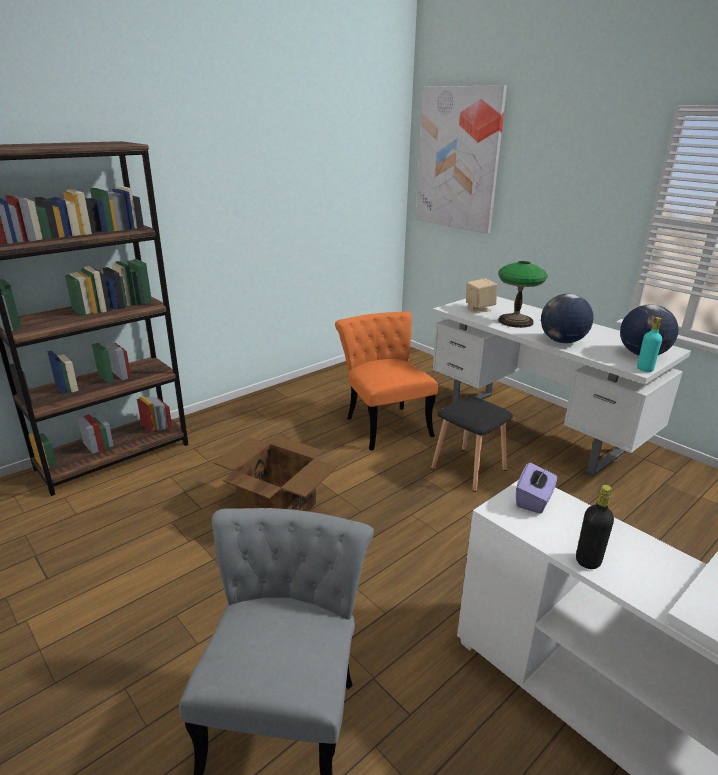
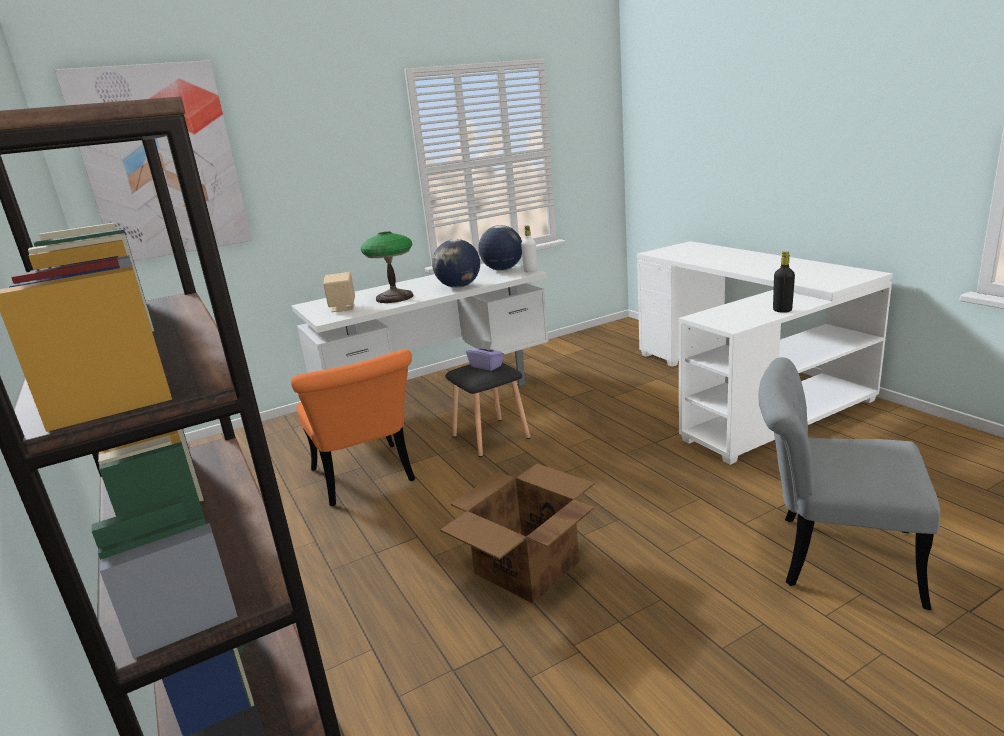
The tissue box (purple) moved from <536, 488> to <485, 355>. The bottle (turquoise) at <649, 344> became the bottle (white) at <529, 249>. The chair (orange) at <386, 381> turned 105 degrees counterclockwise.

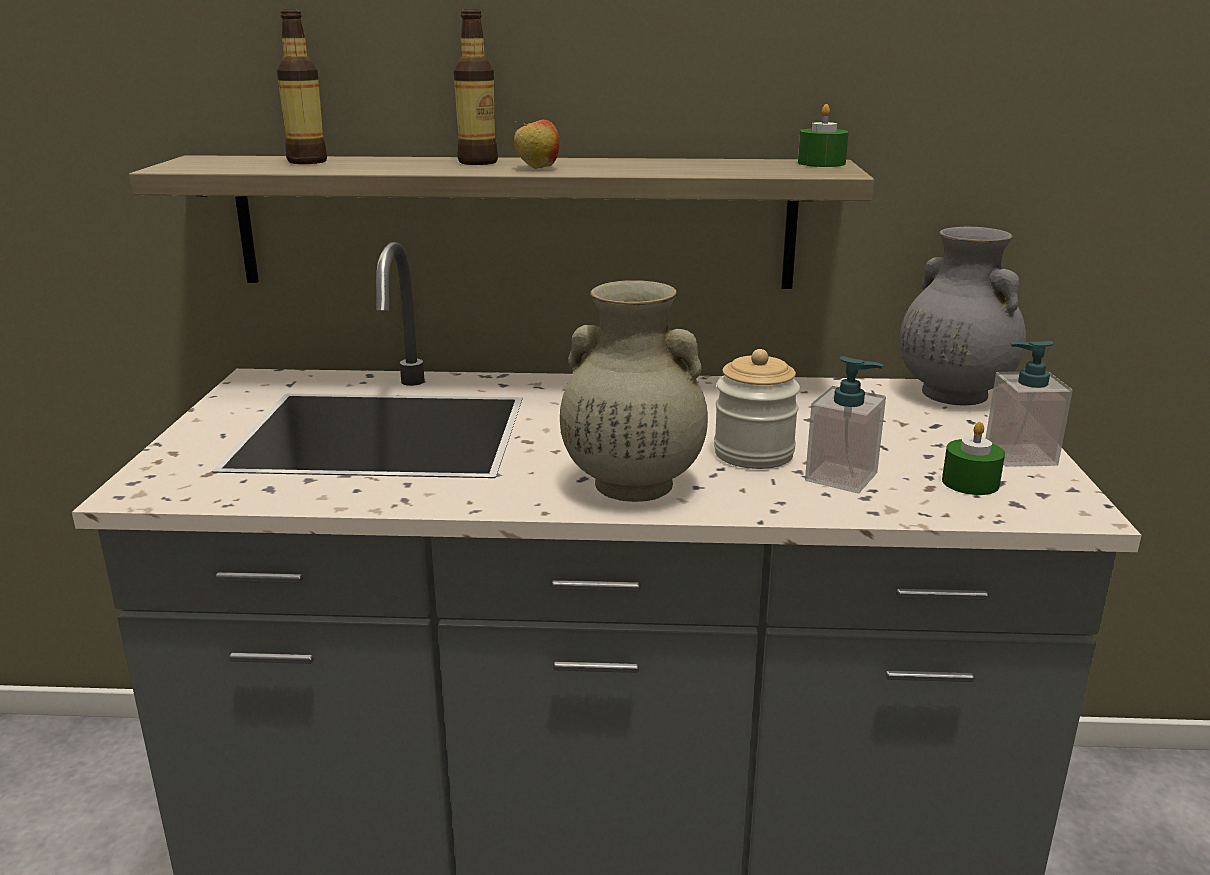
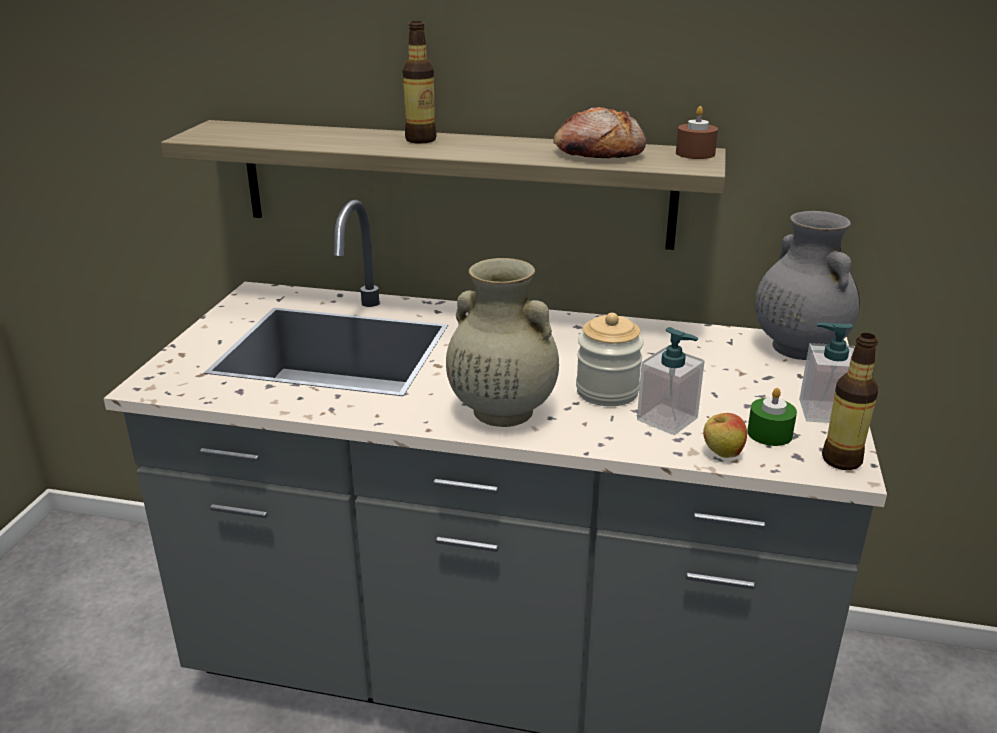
The bread at <599, 132> appeared. The bottle moved from <302, 86> to <850, 401>. The apple moved from <537, 144> to <725, 435>. The candle (green) at <823, 135> became the candle (brown) at <697, 132>.

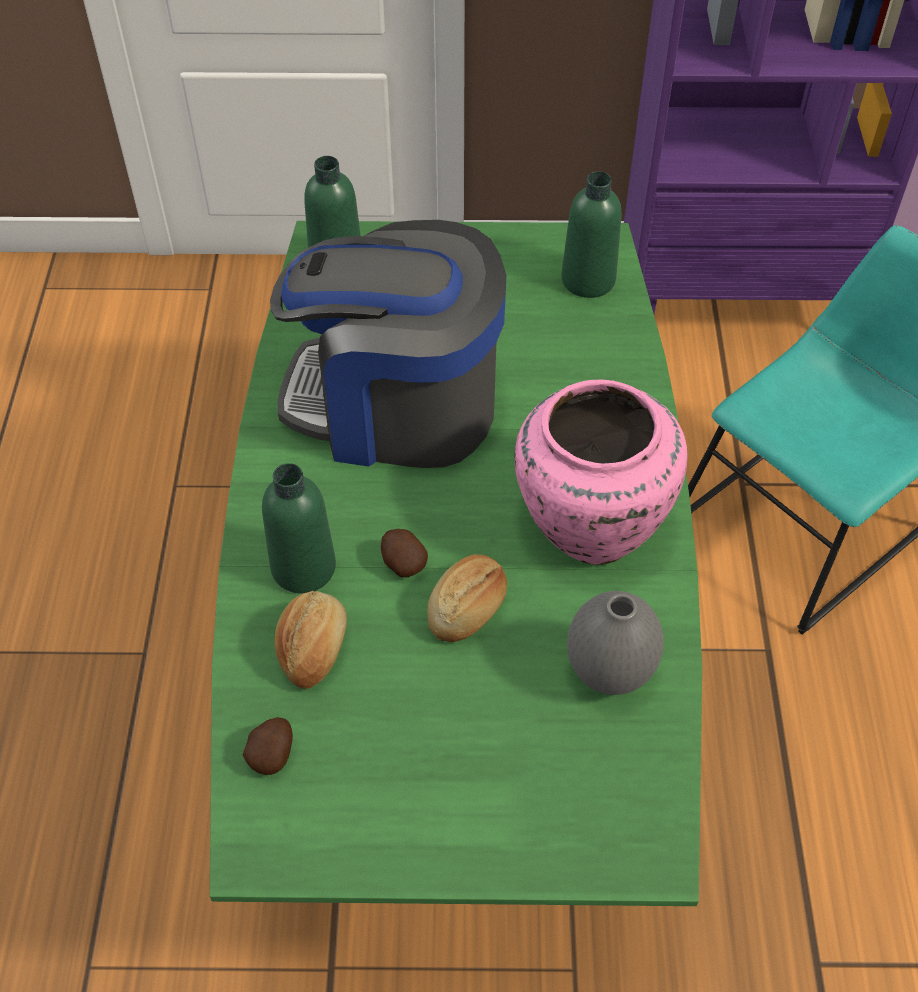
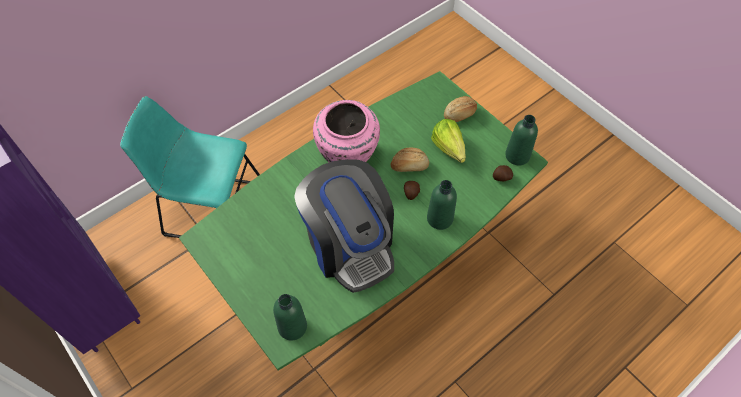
The vase (grey) at <615, 643> disappeared. The lettuce at <448, 141> appeared. The bread moved from <311, 640> to <460, 109>. The bottle (green) moved from <591, 234> to <521, 140>.

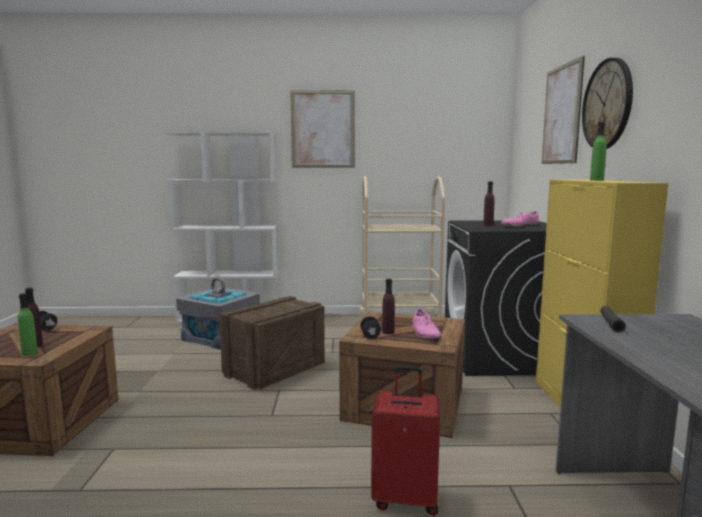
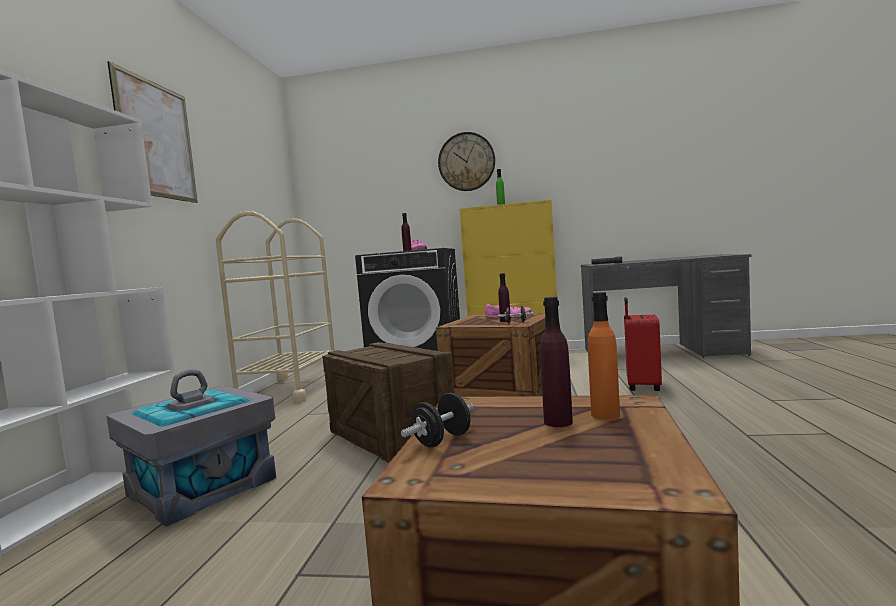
The picture at <563, 110> disappeared. The bottle (green) at <28, 324> became the bottle (orange) at <604, 356>.

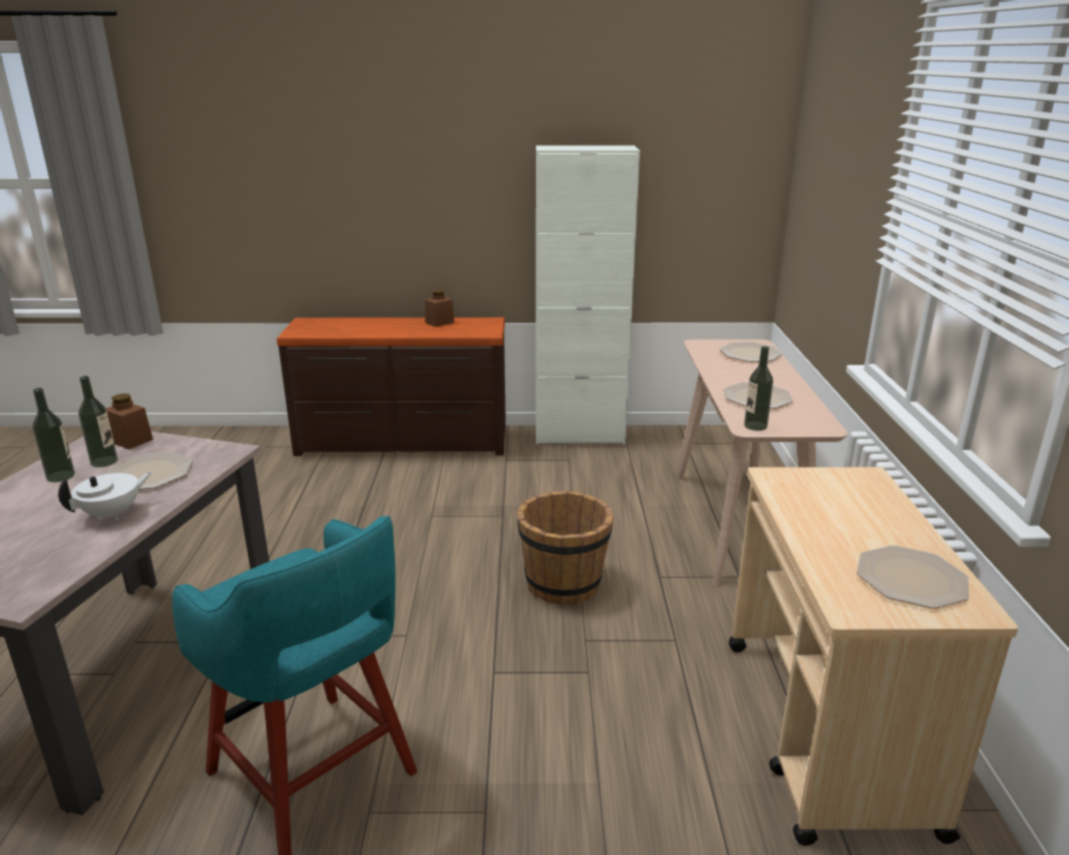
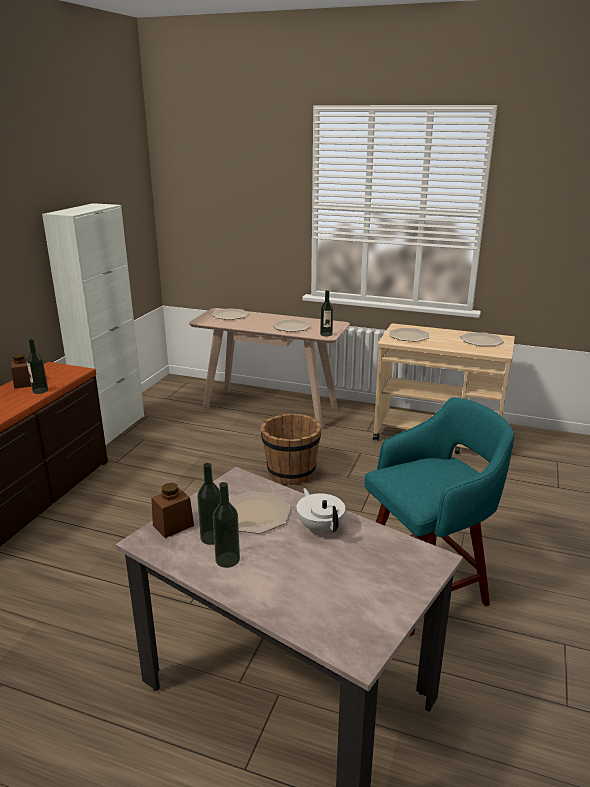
The bottle at <37, 366> appeared. The plate at <409, 335> appeared.

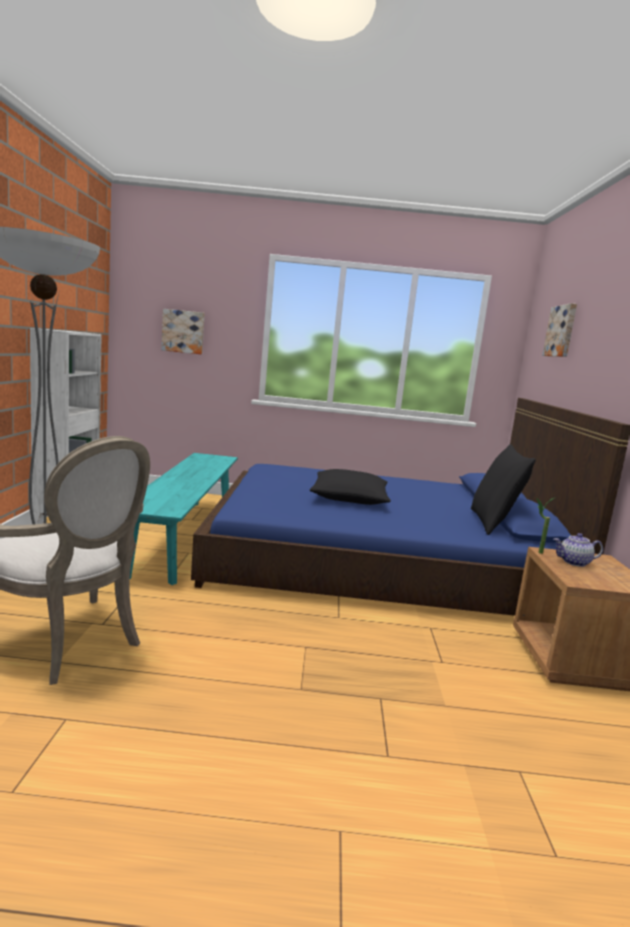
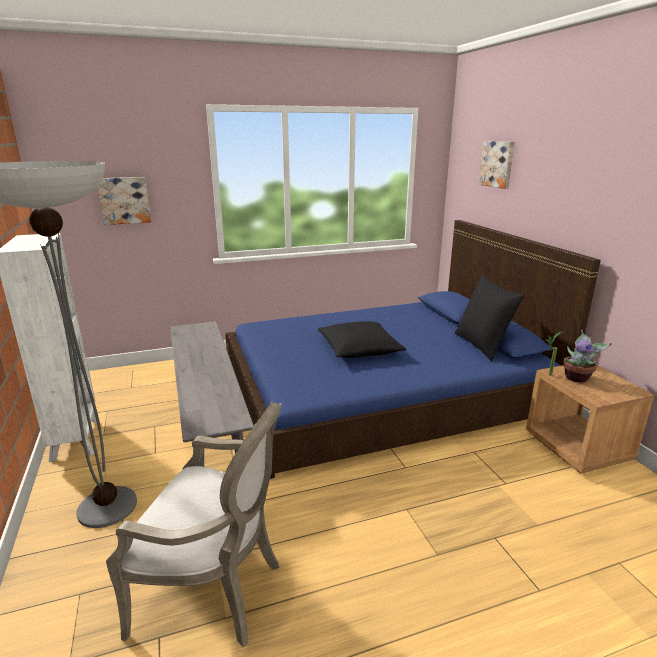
The teapot at <578, 550> was replaced by the potted plant at <587, 356>. The bench (turquoise) at <184, 519> became the bench (grey) at <212, 394>.

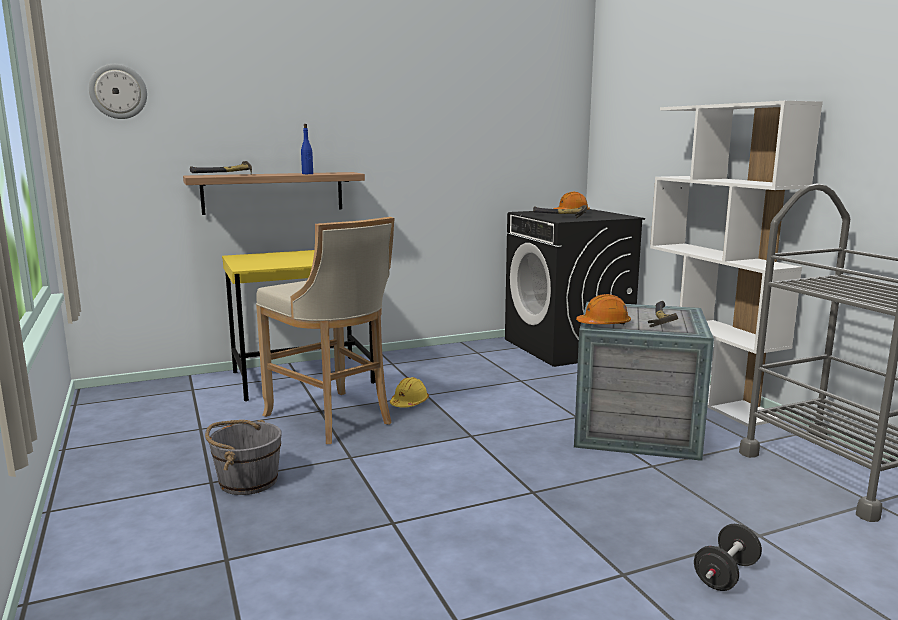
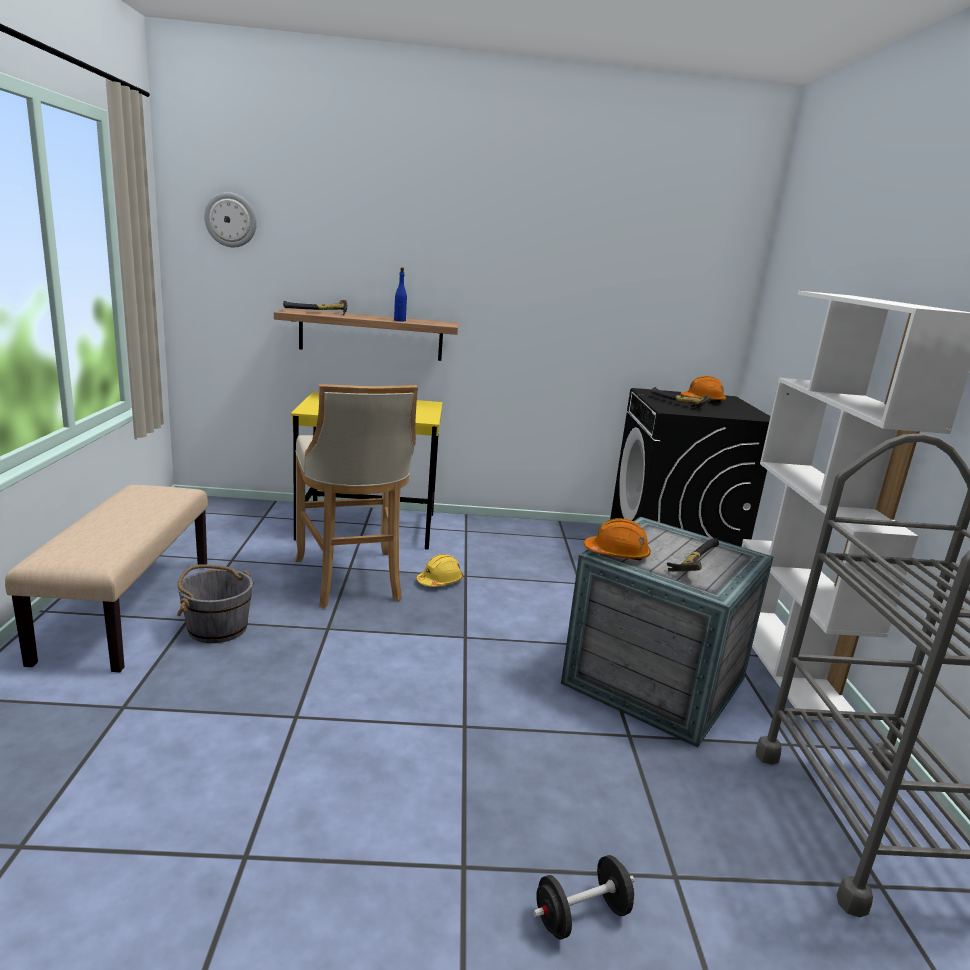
The bench (beige) at <106, 578> appeared.

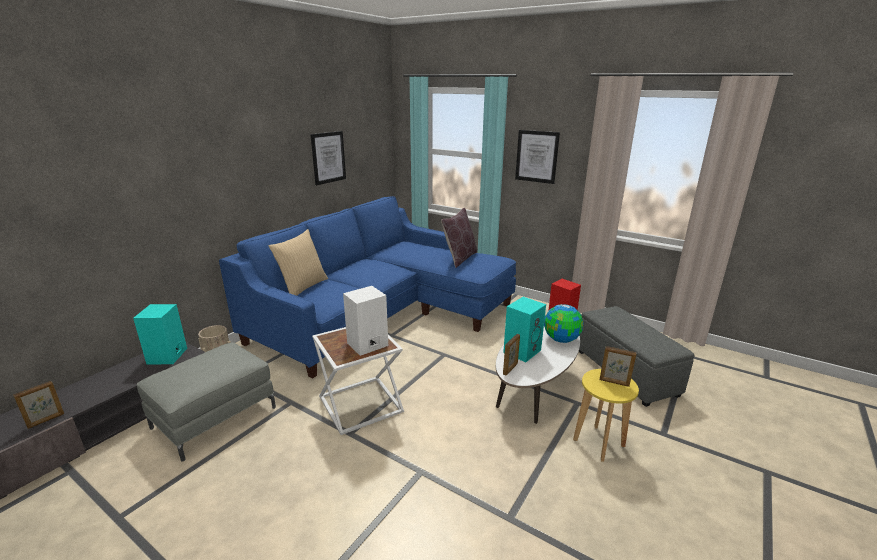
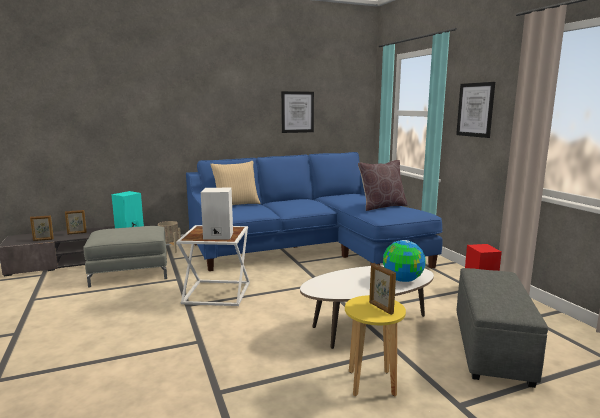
The speaker (turquoise) at <524, 329> disappeared. The picture frame moved from <511, 355> to <76, 222>.

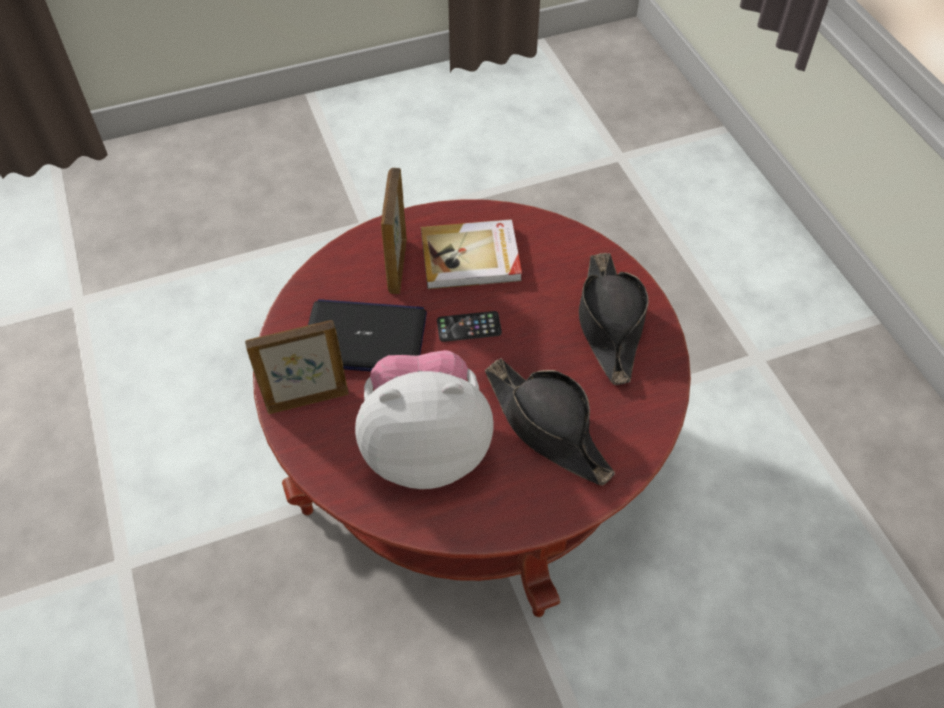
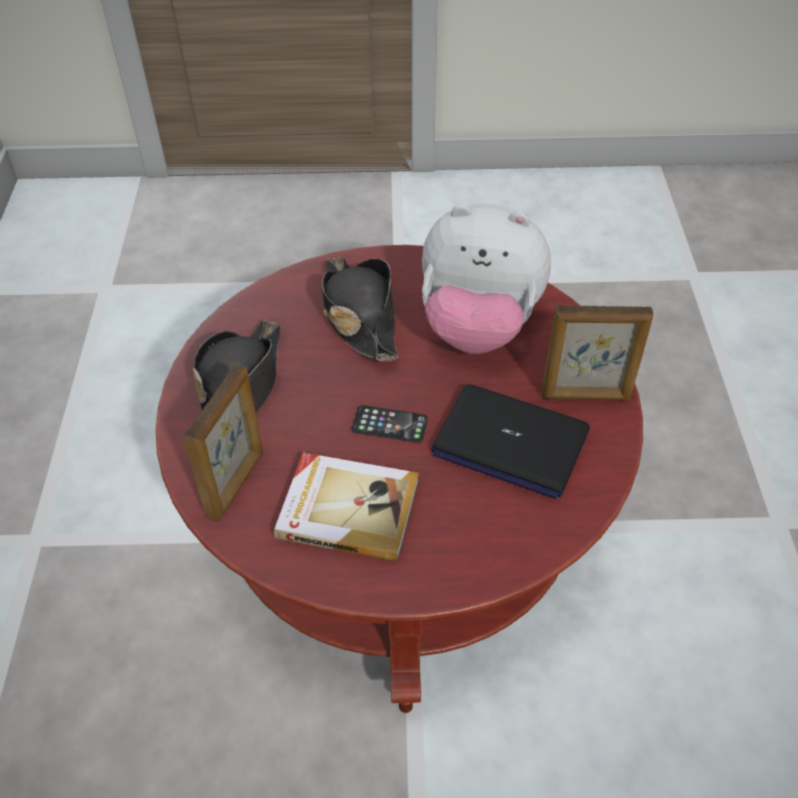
The picture frame moved from <394, 231> to <223, 443>.

